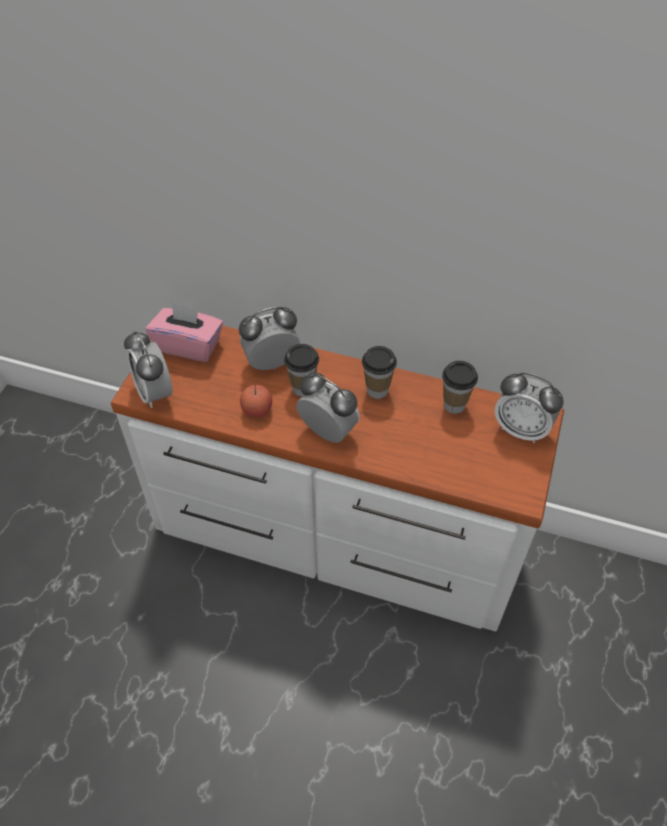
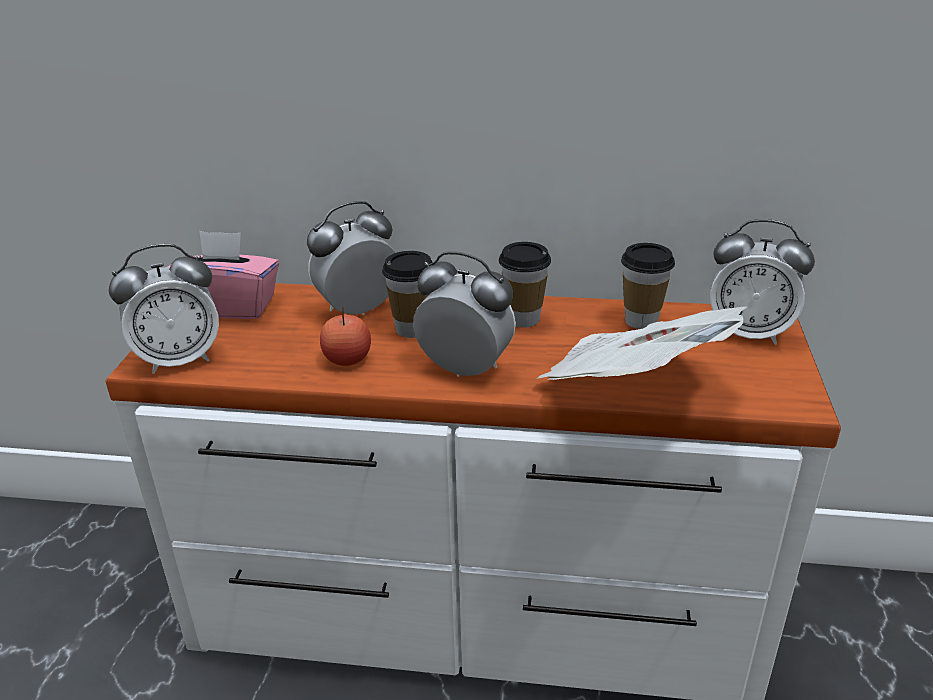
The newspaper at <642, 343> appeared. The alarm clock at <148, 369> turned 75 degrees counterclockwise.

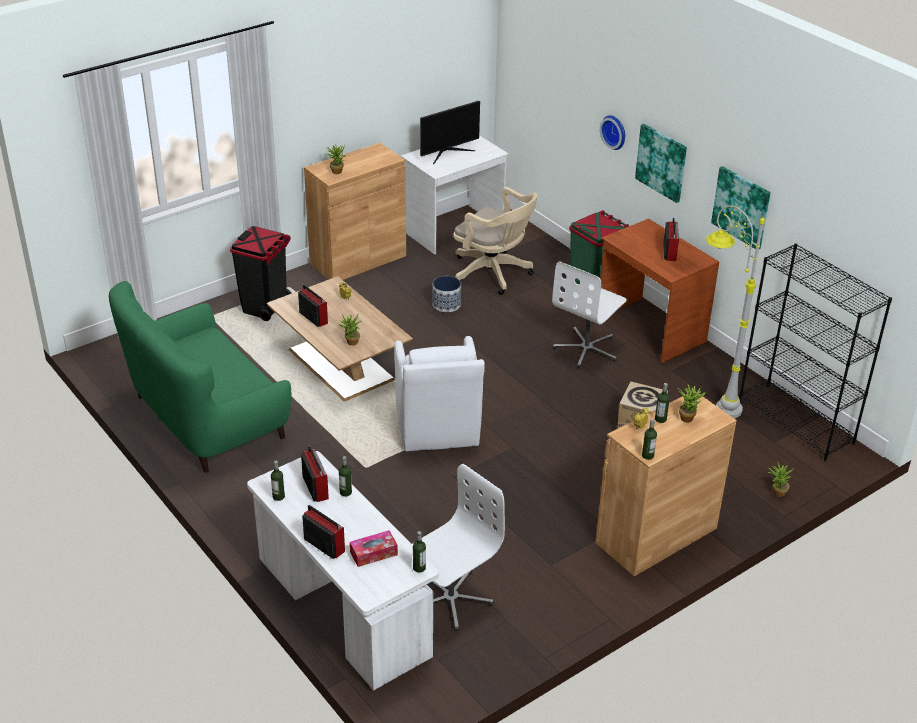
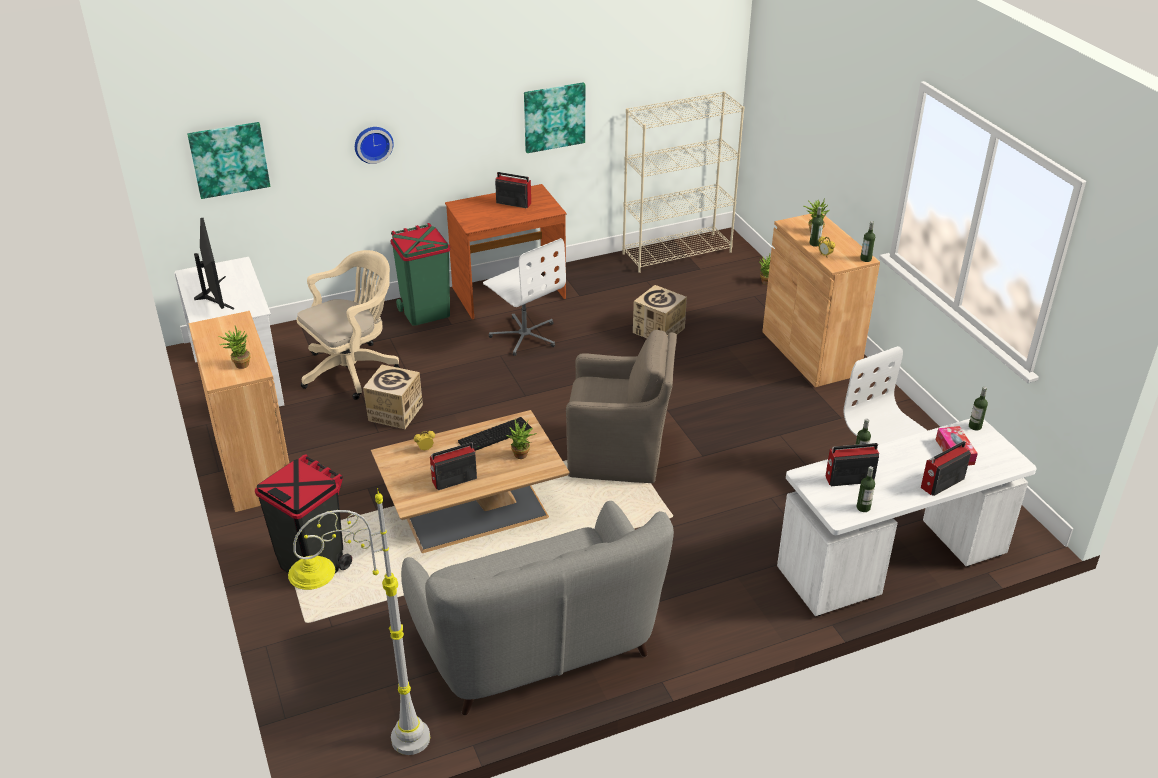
The keyboard at <495, 434> appeared. The picture moved from <661, 163> to <228, 160>. The floor lamp (grey) moved from <735, 311> to <359, 621>. The planter at <446, 294> was replaced by the cardboard box at <393, 397>. The sofa (green) at <200, 377> became the sofa (grey) at <537, 608>. The armchair (white) at <439, 393> became the armchair (brown) at <621, 406>. The bookcase (black) at <815, 352> became the bookcase (beige) at <683, 182>.

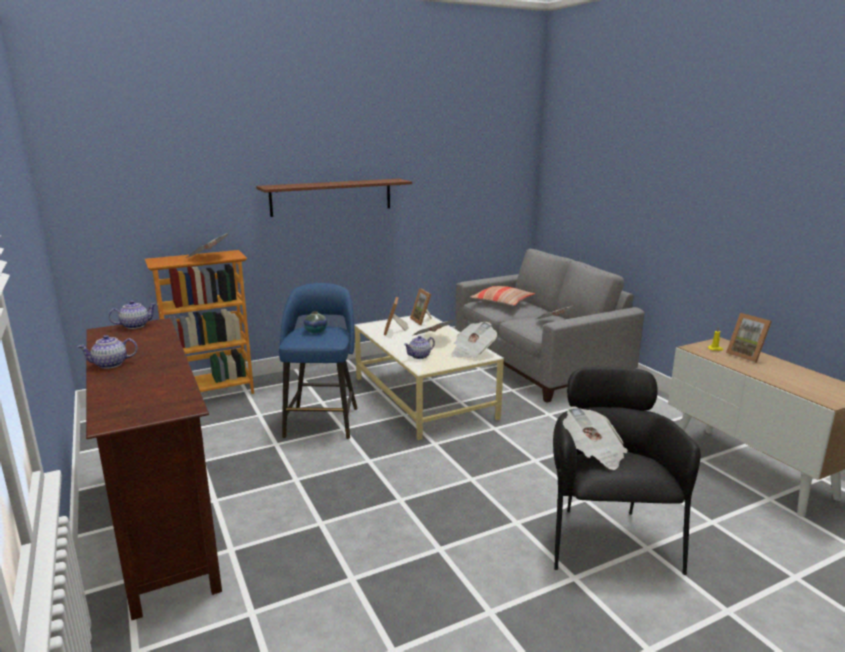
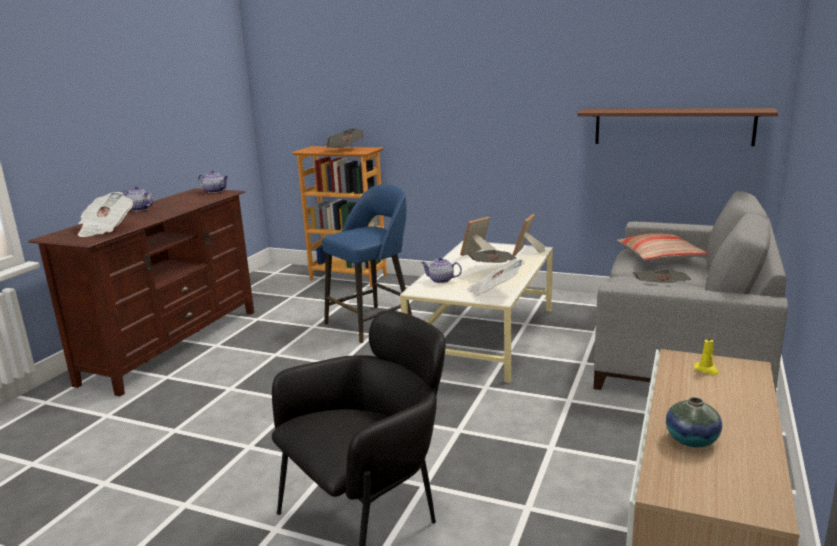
The picture frame at <749, 338> disappeared. The shelf (brown) moved from <334, 198> to <677, 127>. The vase moved from <315, 322> to <694, 422>. The newspaper moved from <595, 438> to <105, 214>.

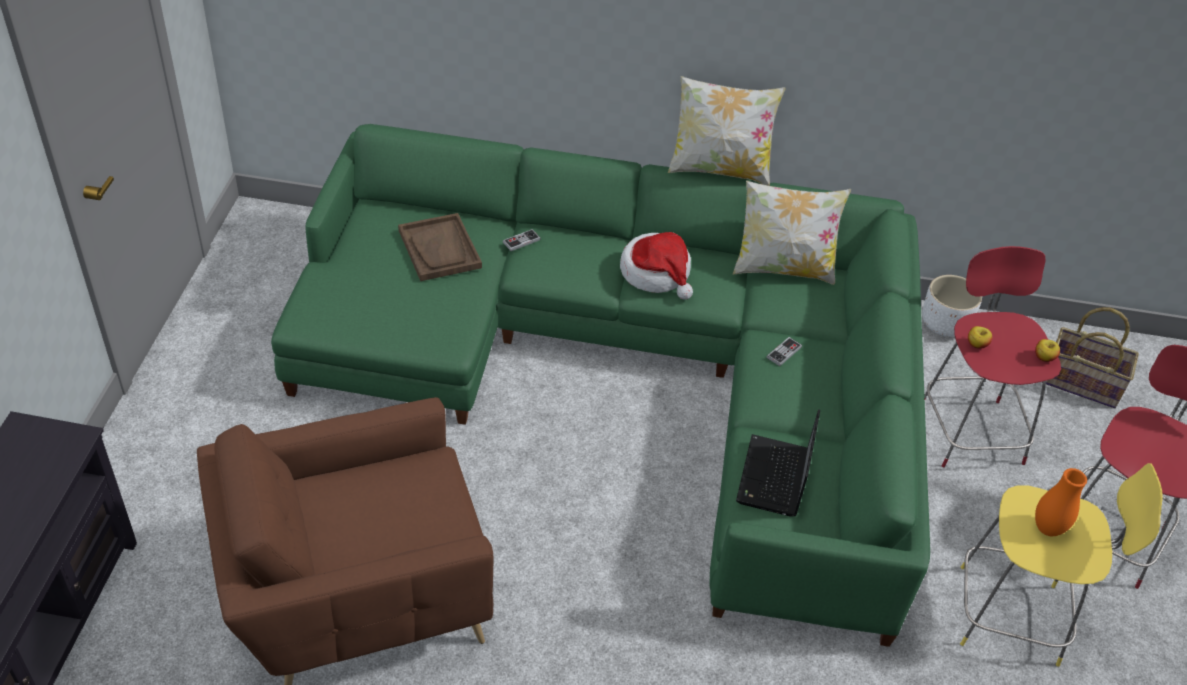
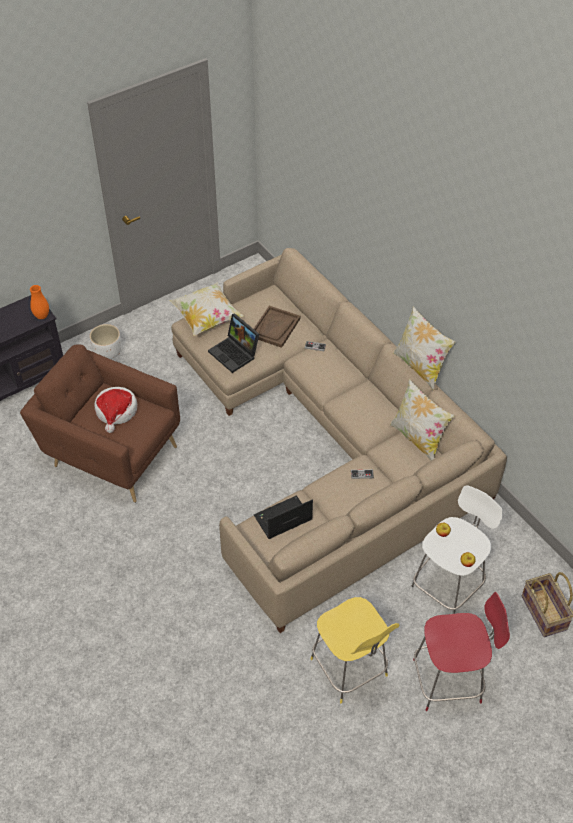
The pillow at <206, 309> appeared. The laptop at <233, 343> appeared. The hat moved from <656, 266> to <116, 410>. The planter (white) moved from <952, 306> to <105, 341>. The vase (orange) moved from <1061, 502> to <39, 302>. The sofa (green) at <600, 385> became the sofa (beige) at <339, 440>. The stool (red) at <992, 356> became the stool (white) at <457, 549>.

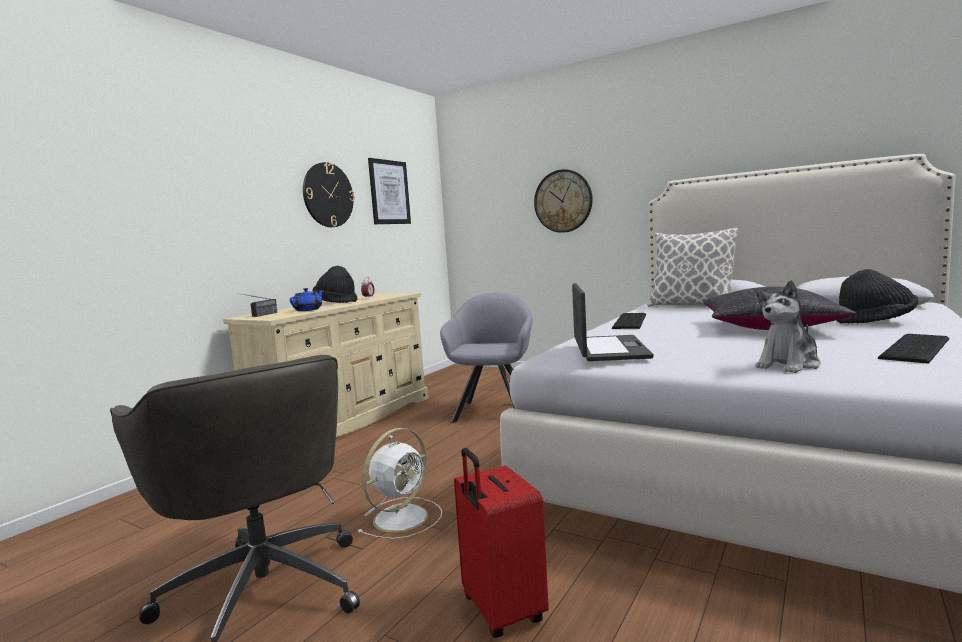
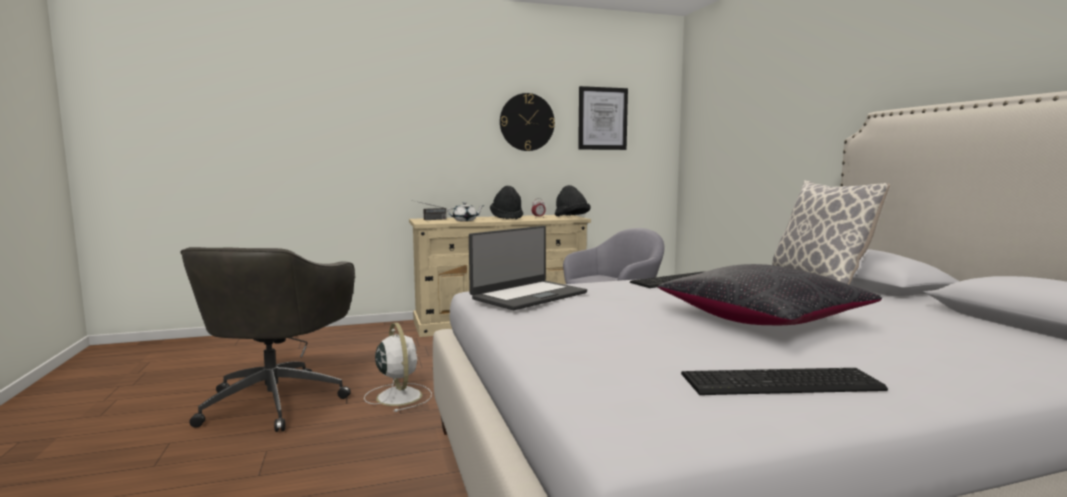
The suitcase (red) at <501, 543> disappeared. The wall clock at <563, 201> disappeared. The plush toy at <788, 326> disappeared. The hat (black) moved from <877, 296> to <573, 200>. The teapot (blue) at <307, 299> became the teapot (white) at <465, 211>. The fan (white) at <399, 483> turned 105 degrees counterclockwise.

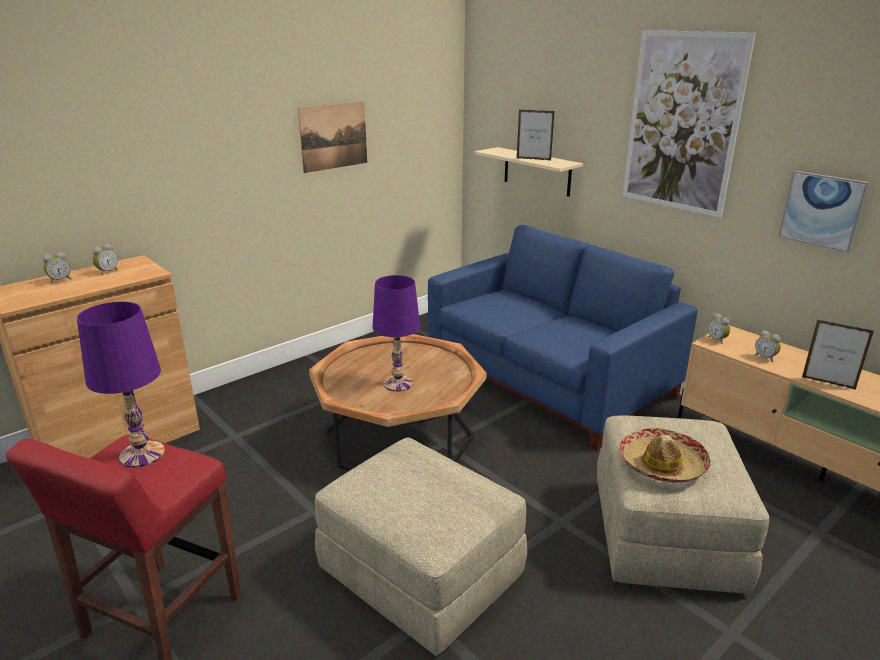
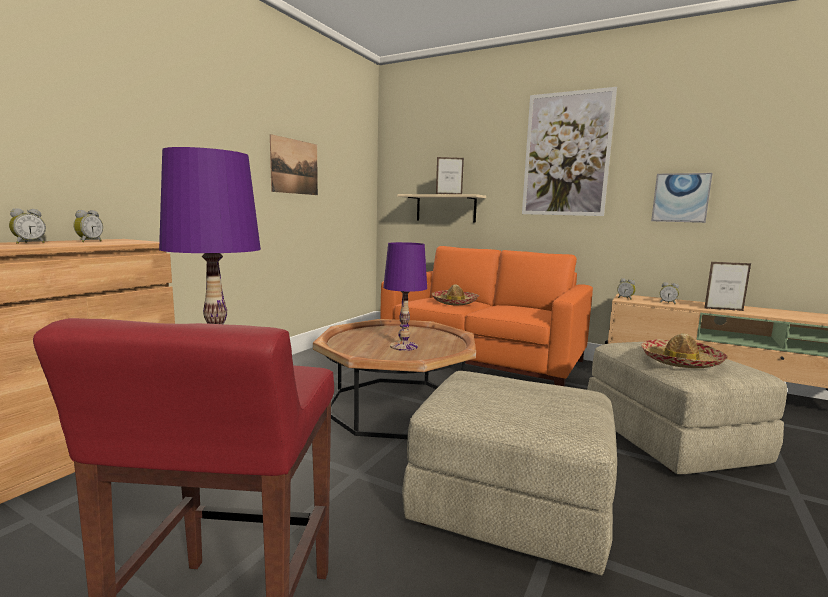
The hat at <455, 294> appeared. The sofa (blue) at <563, 338> became the sofa (orange) at <486, 316>.

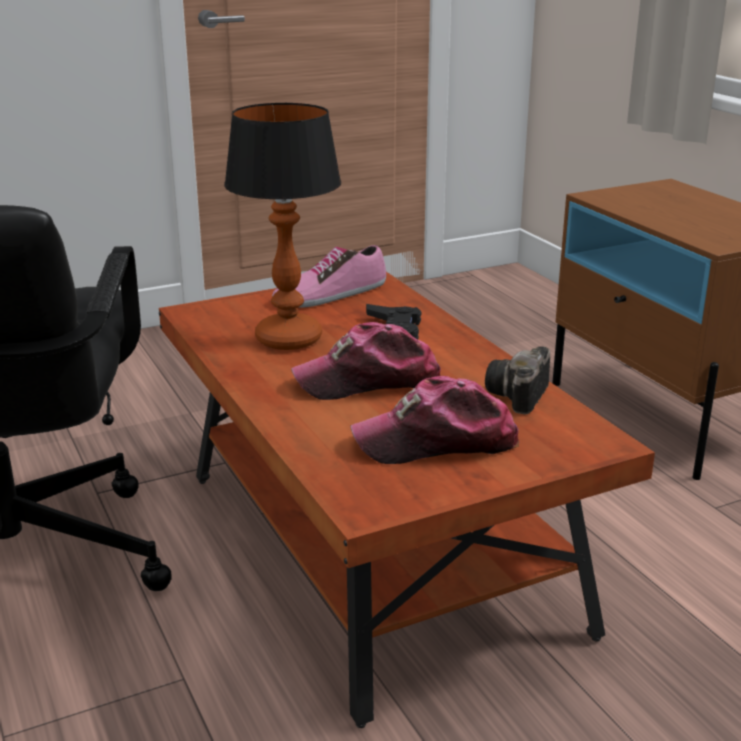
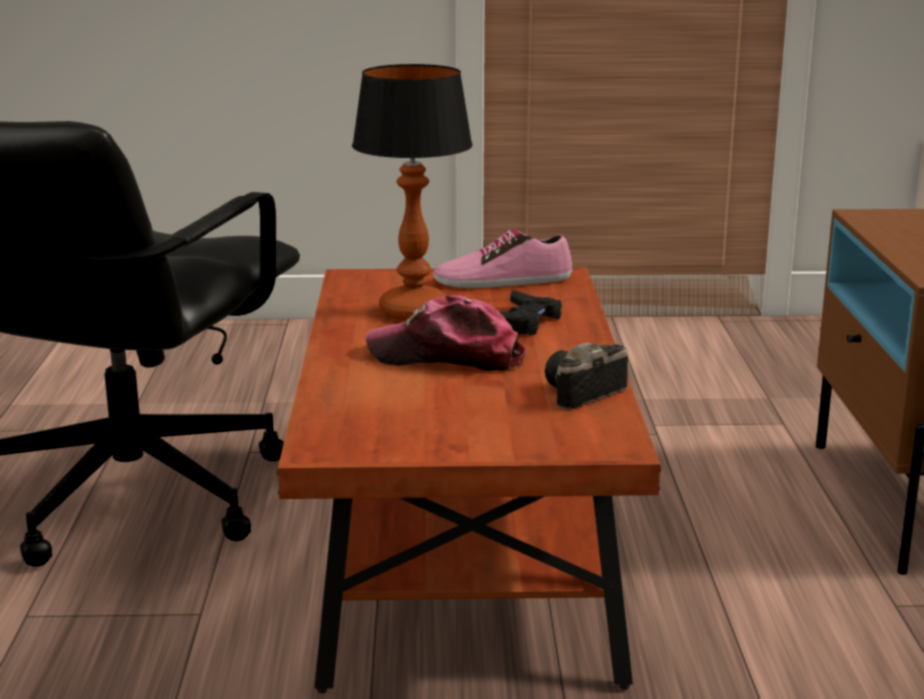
The cap at <435, 420> disappeared.

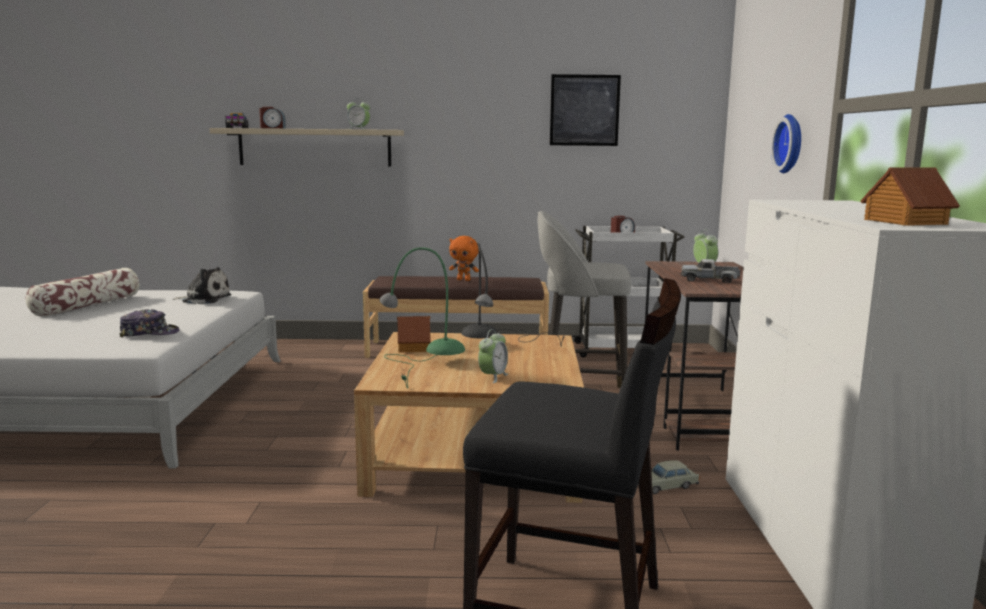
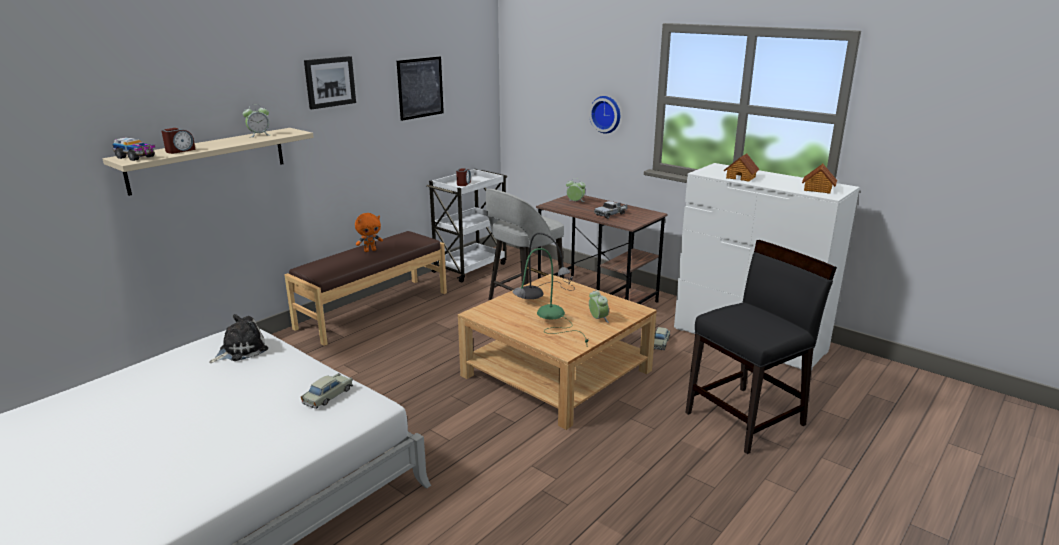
The pillow at <82, 292> disappeared. The picture at <330, 82> appeared. The toy house moved from <414, 334> to <742, 167>. The cap at <150, 323> was replaced by the toy car (beige) at <327, 391>.

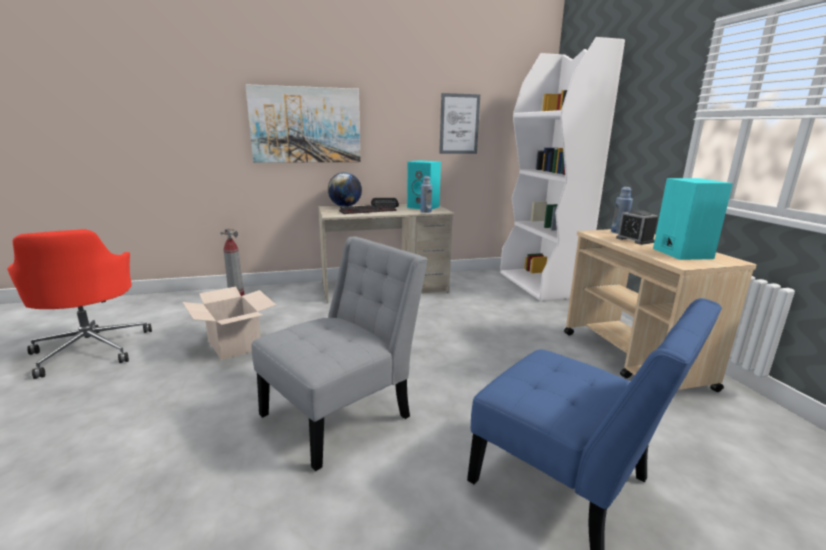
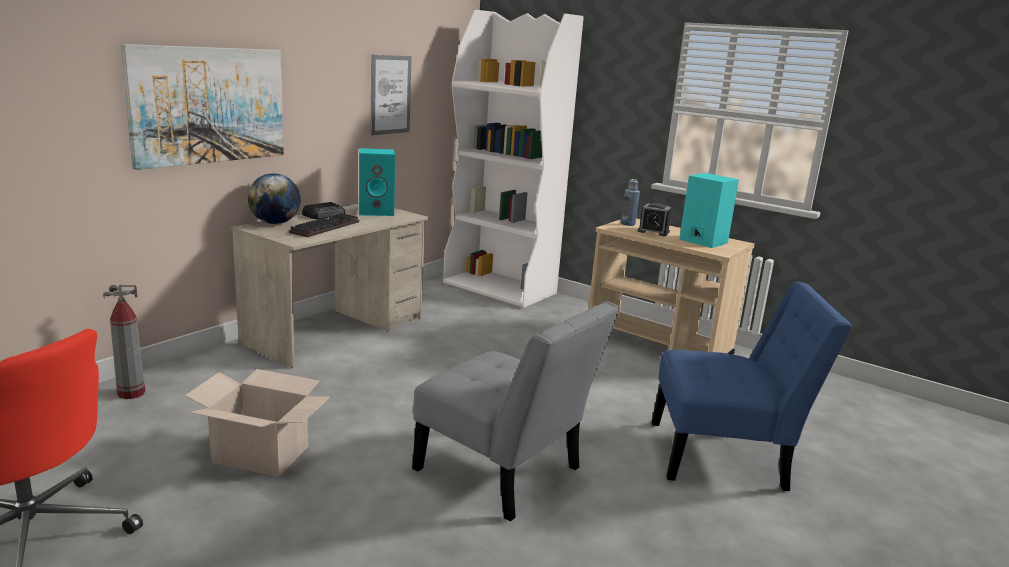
The bottle (blue) at <426, 194> disappeared. The chair (grey) at <339, 354> turned 120 degrees clockwise.

